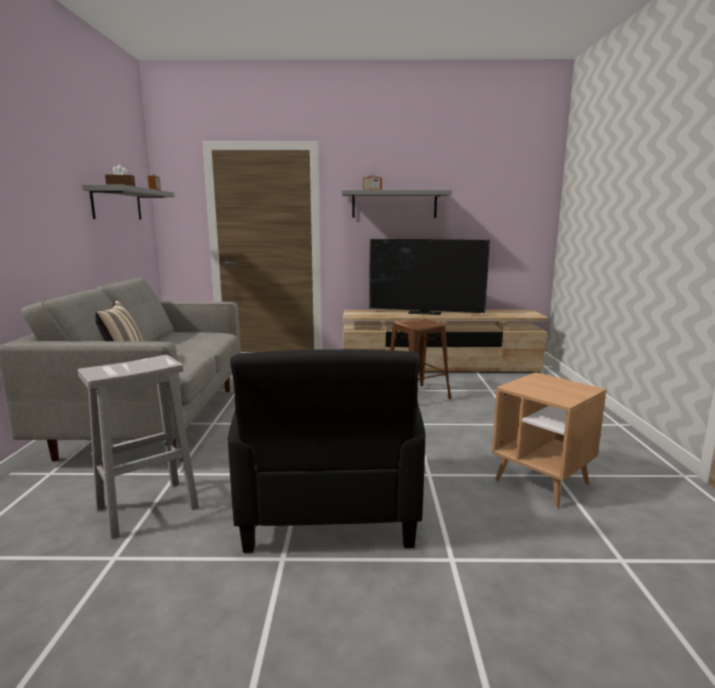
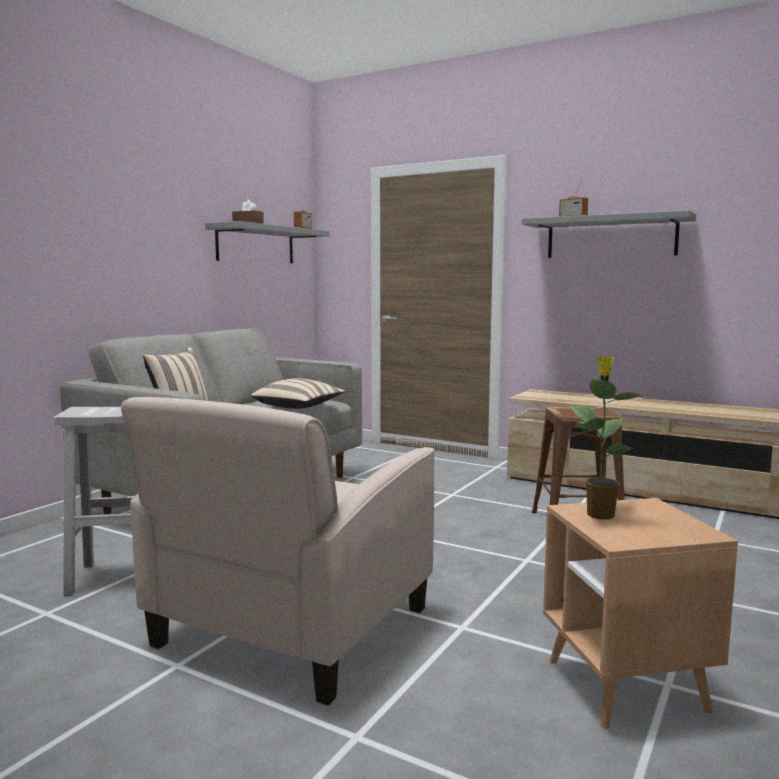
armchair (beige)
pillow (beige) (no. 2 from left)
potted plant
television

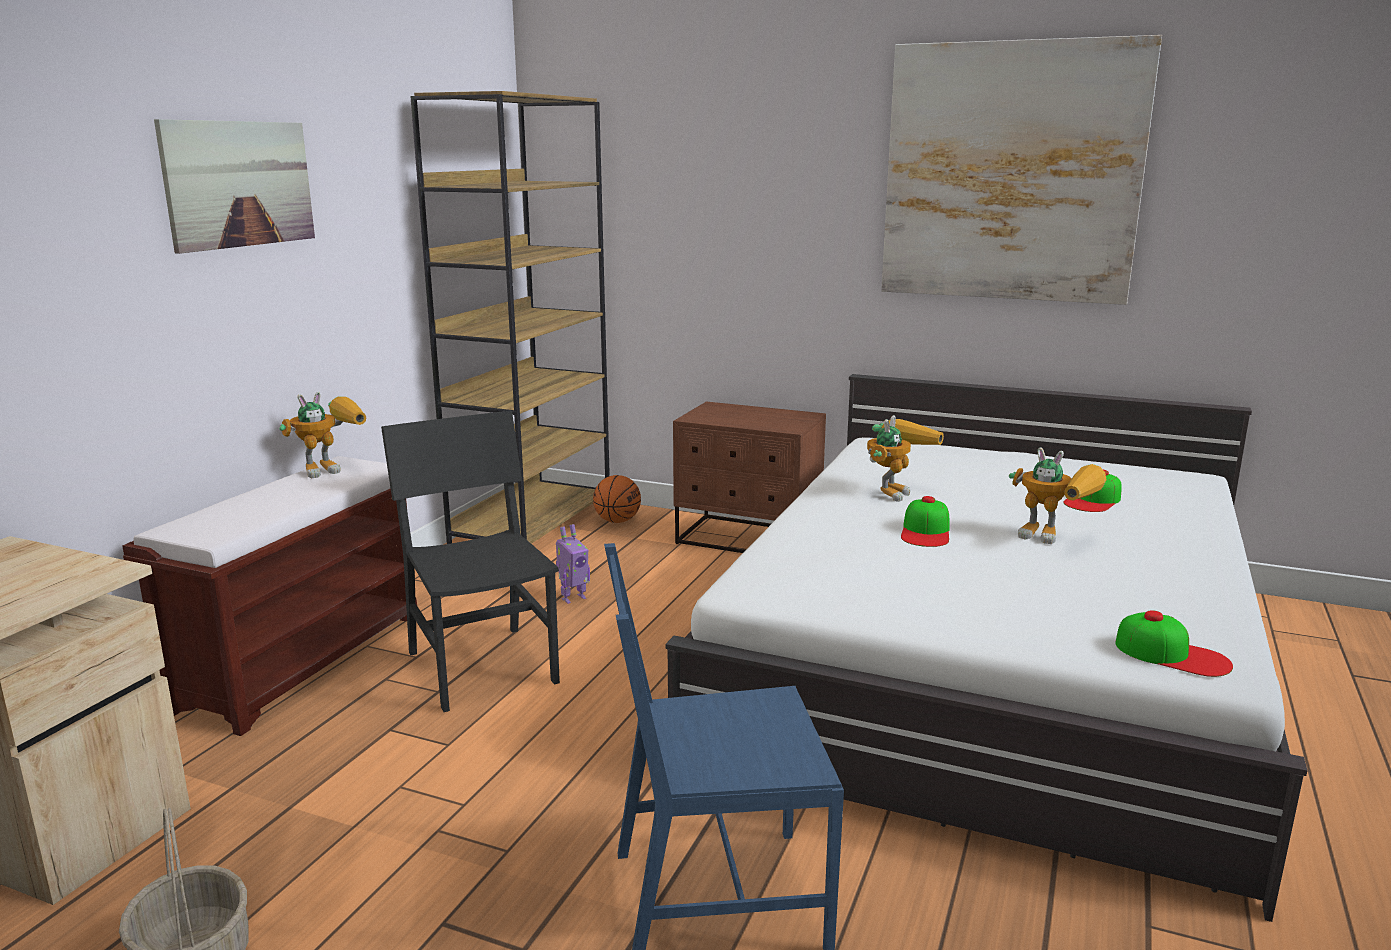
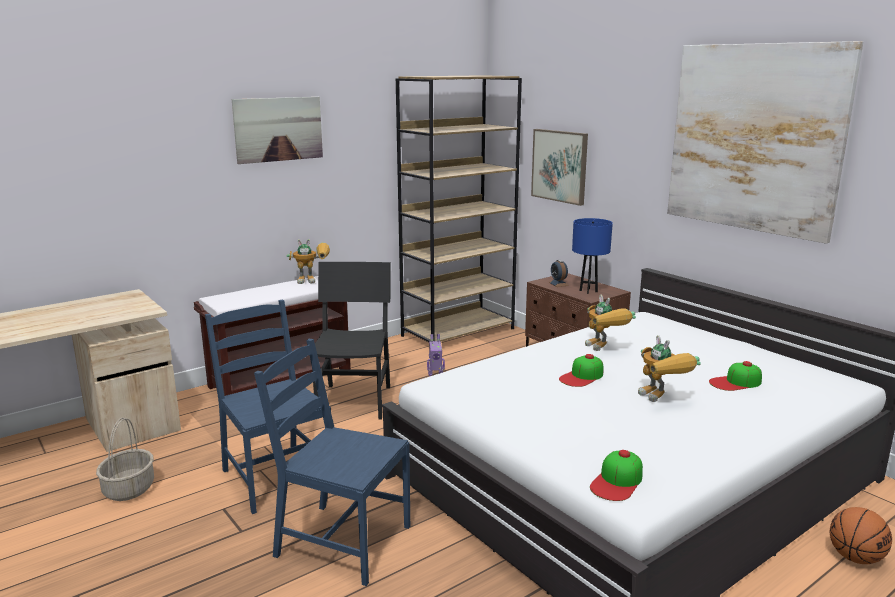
chair (blue) (no. 1 from left)
picture (no. 2 from left)
alarm clock
table lamp (blue)
toy robot (no. 3 from left)
cap (no. 2 from left)
basketball

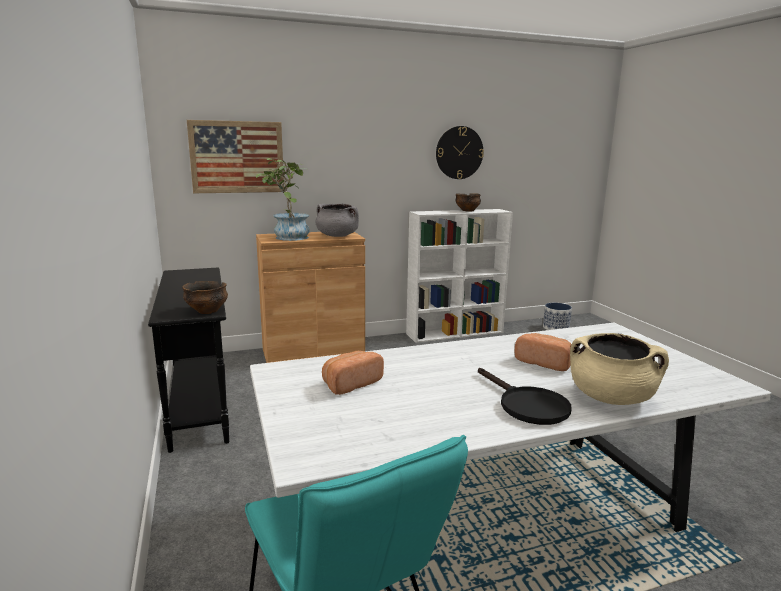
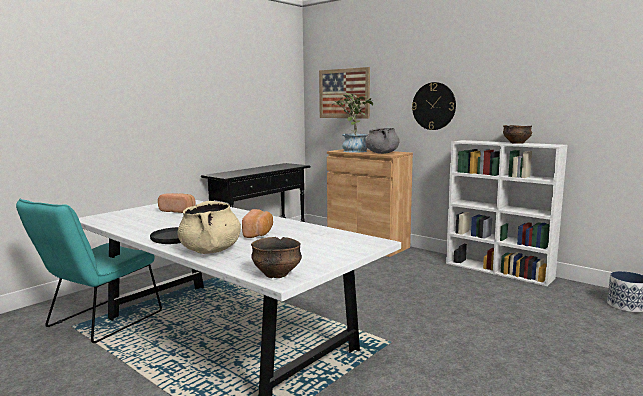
bowl (no. 1 from left)
wall clock

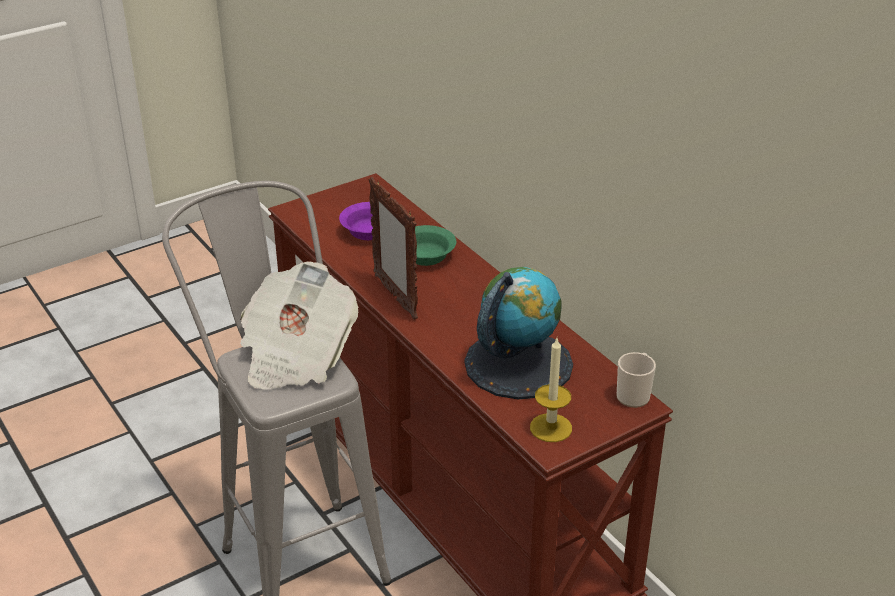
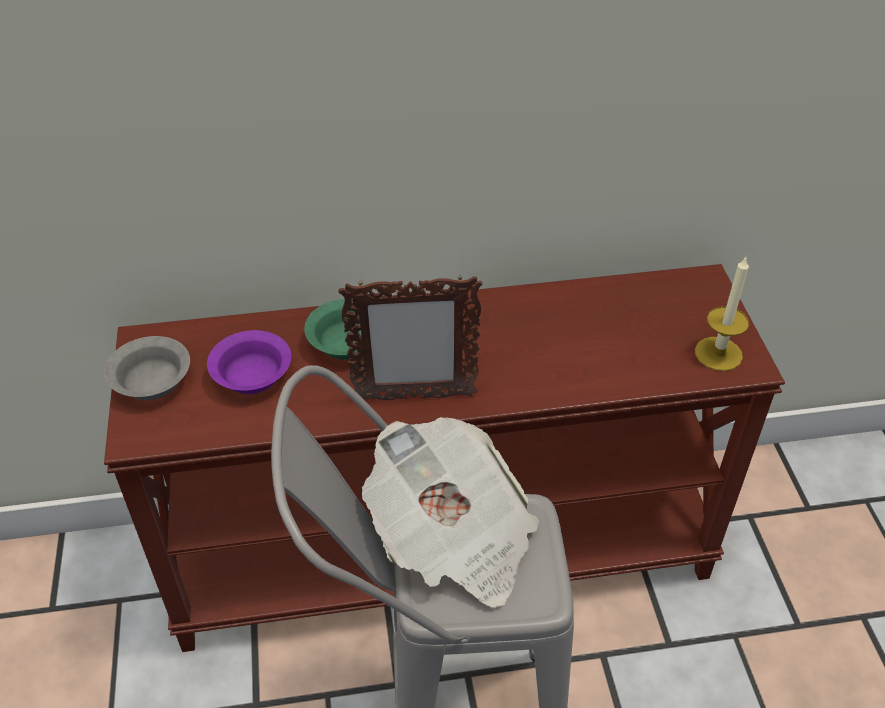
bowl (grey)
globe
mug

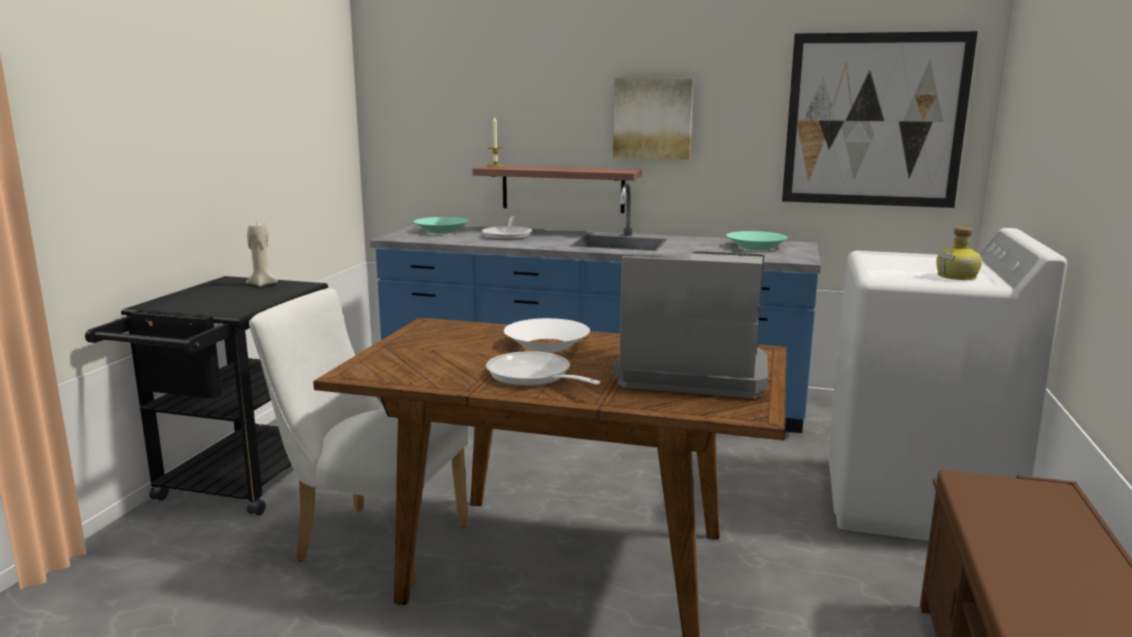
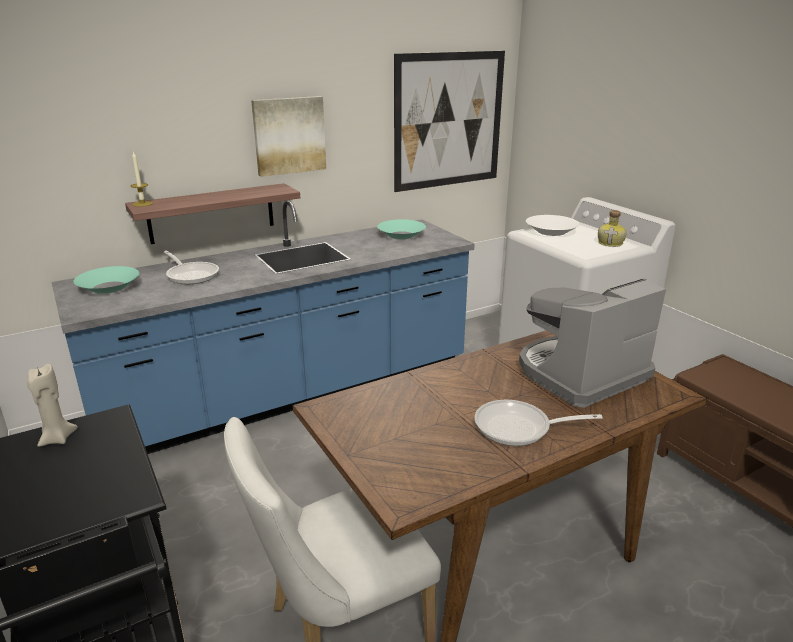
bowl (white)

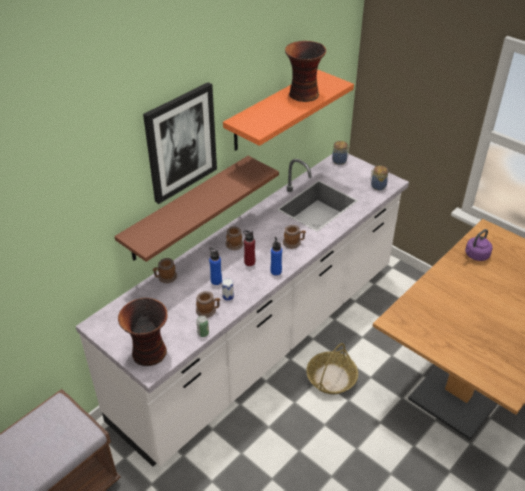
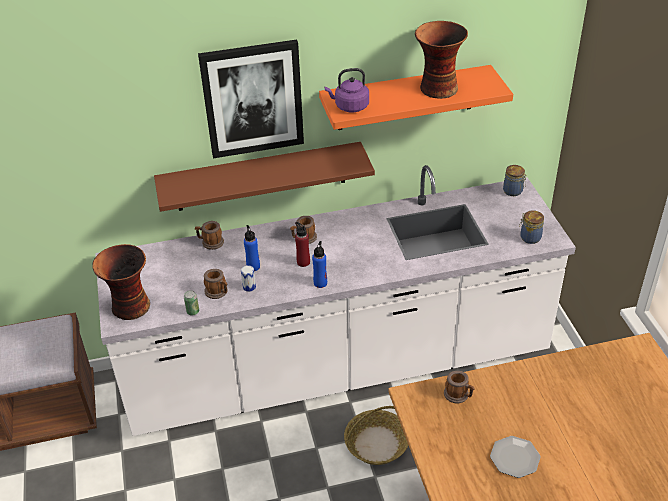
kettle (purple)
mug (no. 4 from left)
plate

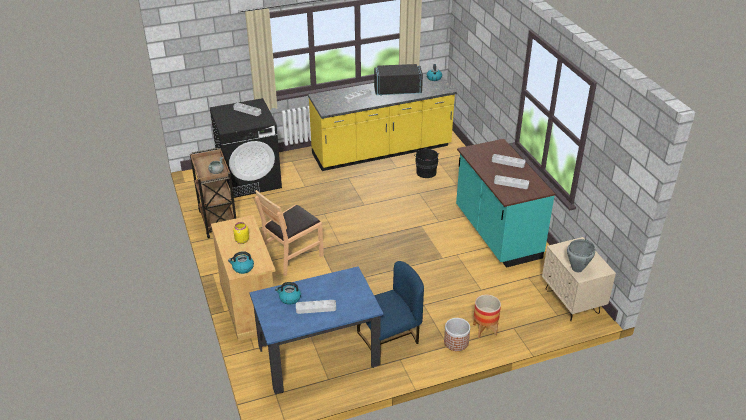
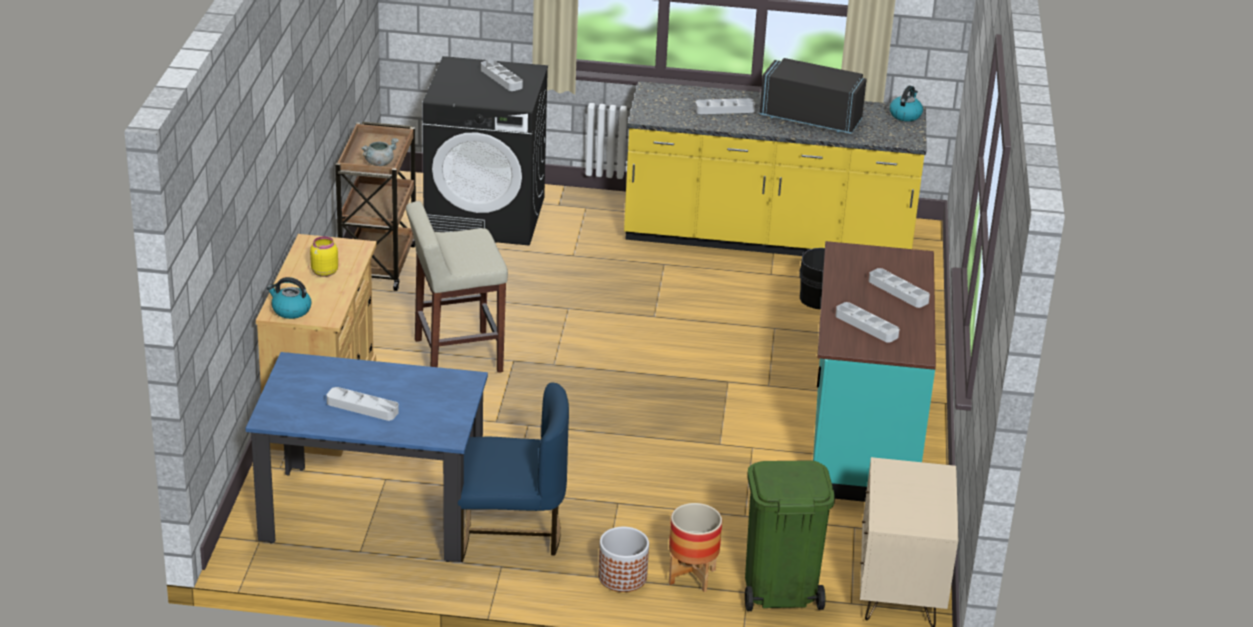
stool (beige)
trash can (green)
kettle (no. 2 from left in the first image)
cooking pot (grey) (no. 2 from left in the first image)

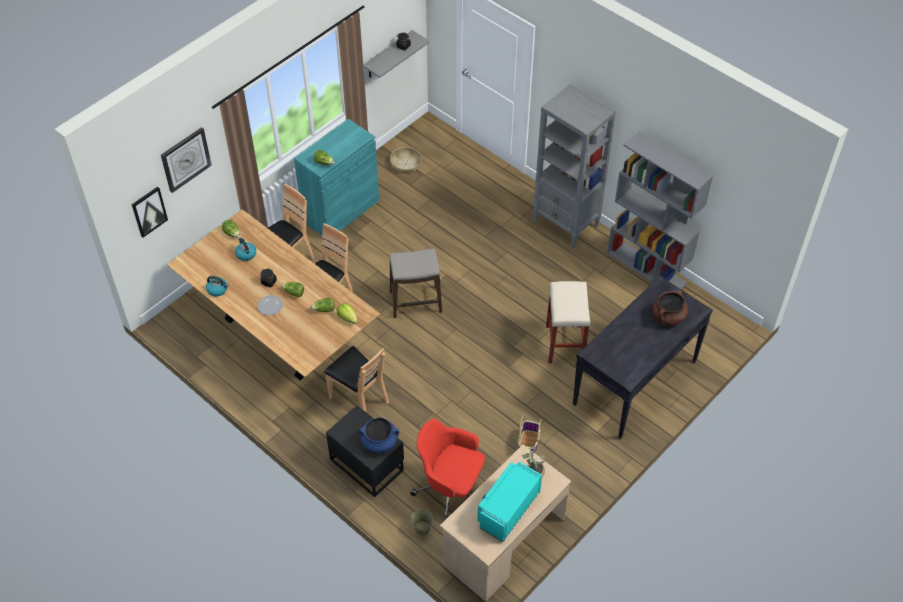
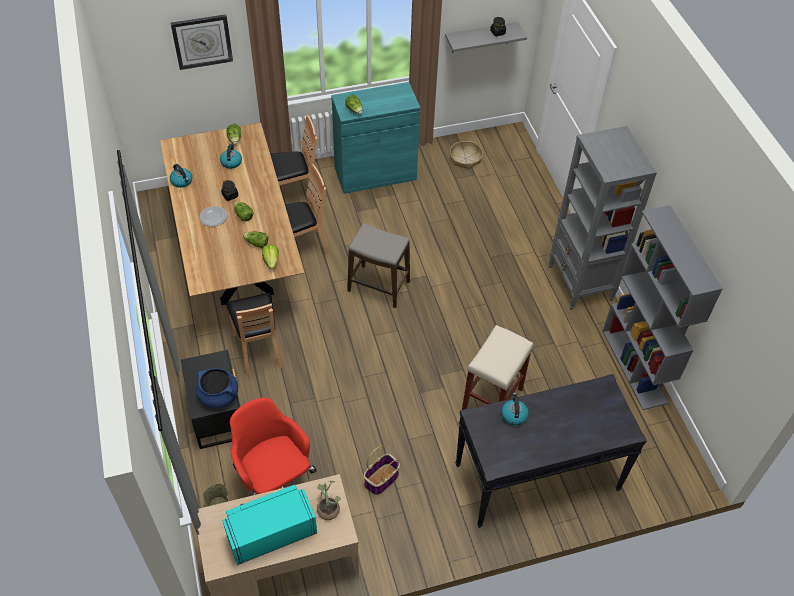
kettle (no. 3 from left)
picture
cooking pot (brown)

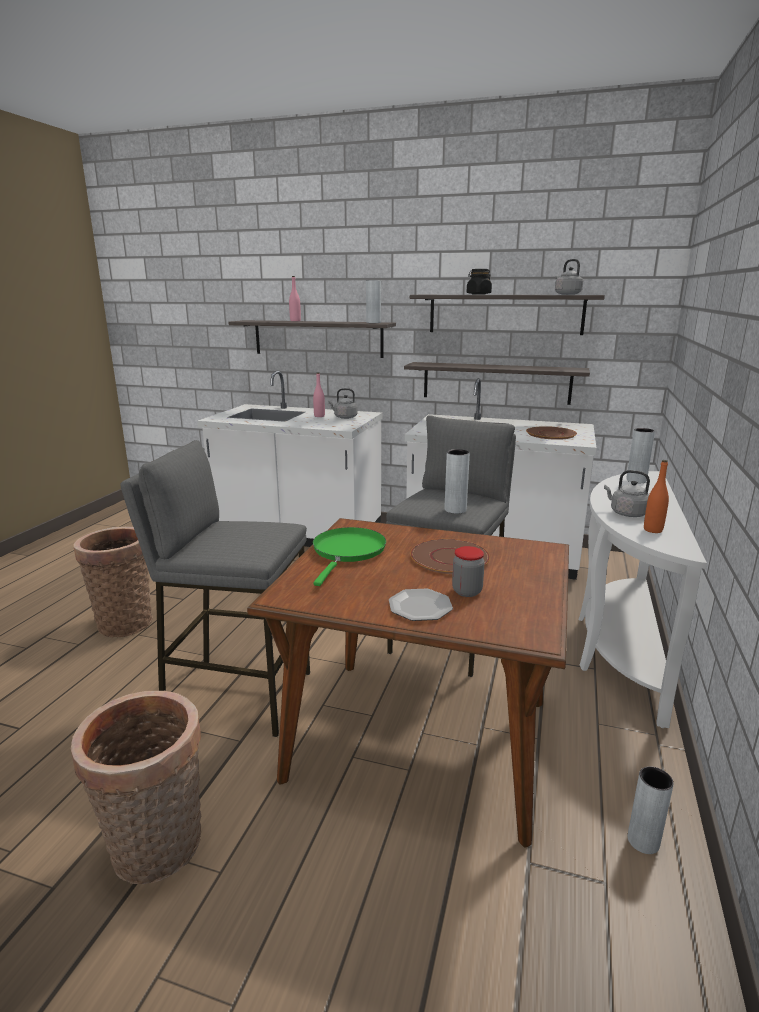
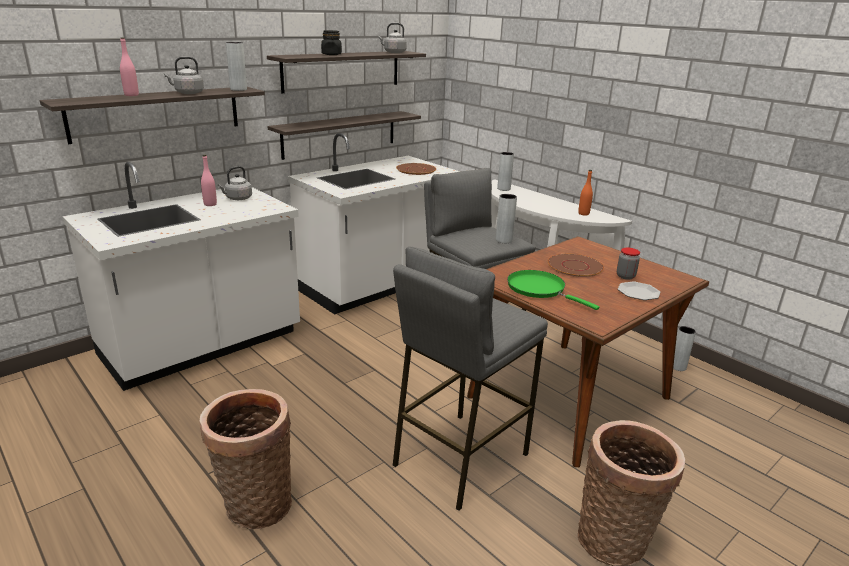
kettle (grey) (no. 1 from left)

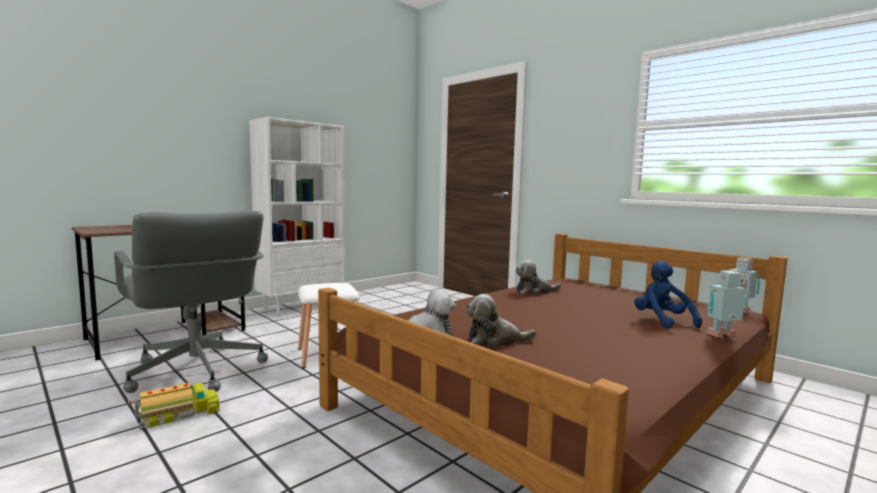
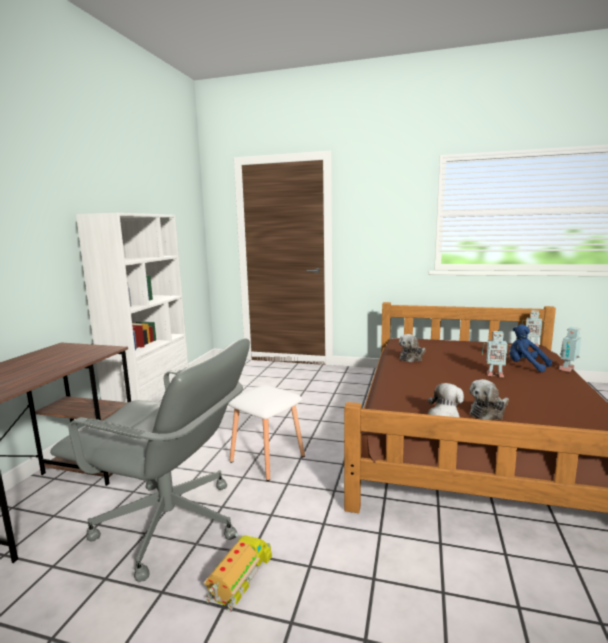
toy robot (no. 1 from left)

